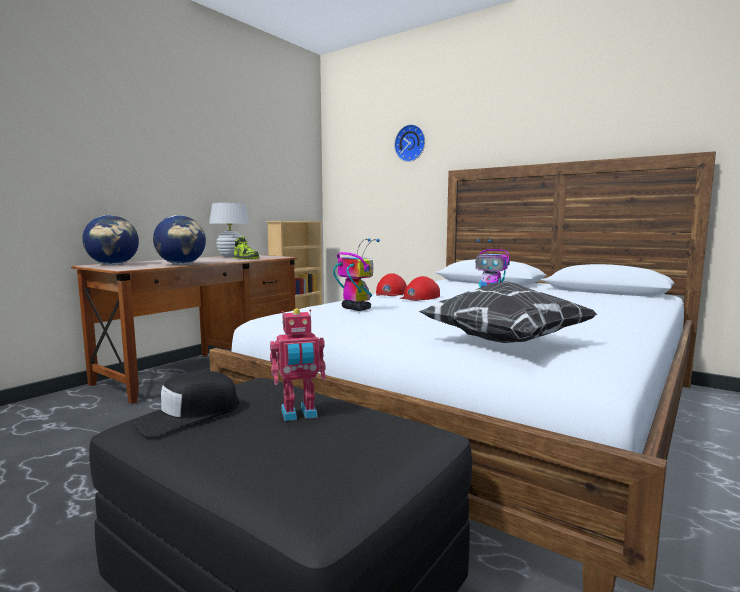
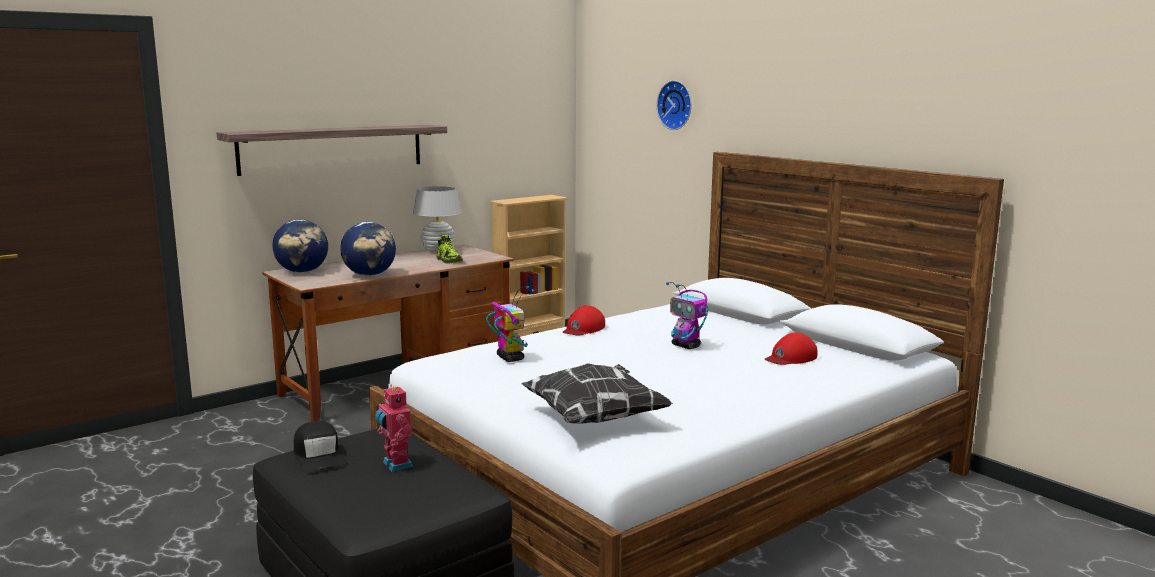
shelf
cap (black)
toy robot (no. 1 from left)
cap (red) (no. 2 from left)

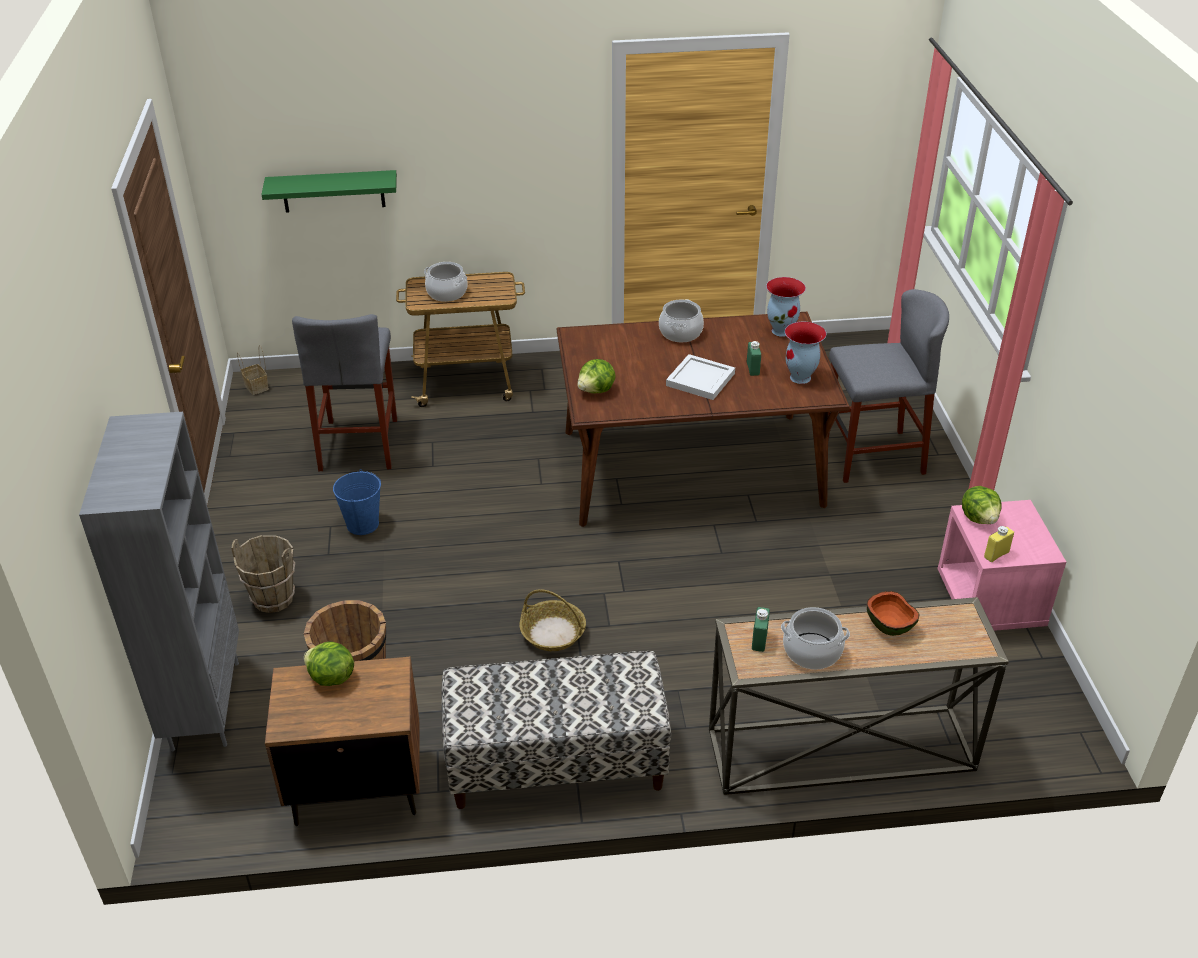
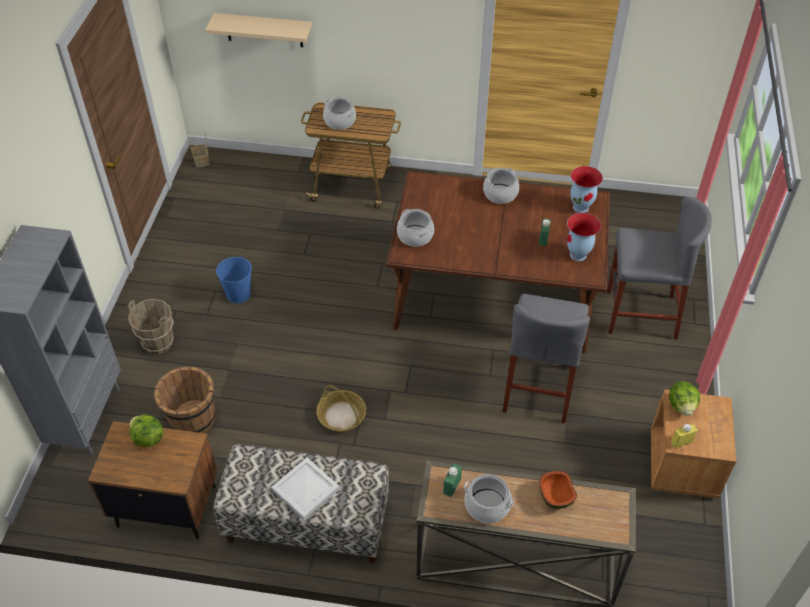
shelf (beige)
tray (white)
cooking pot (no. 2 from left)
stool (grey) (no. 1 from left)
nightstand (brown) (no. 2 from left)

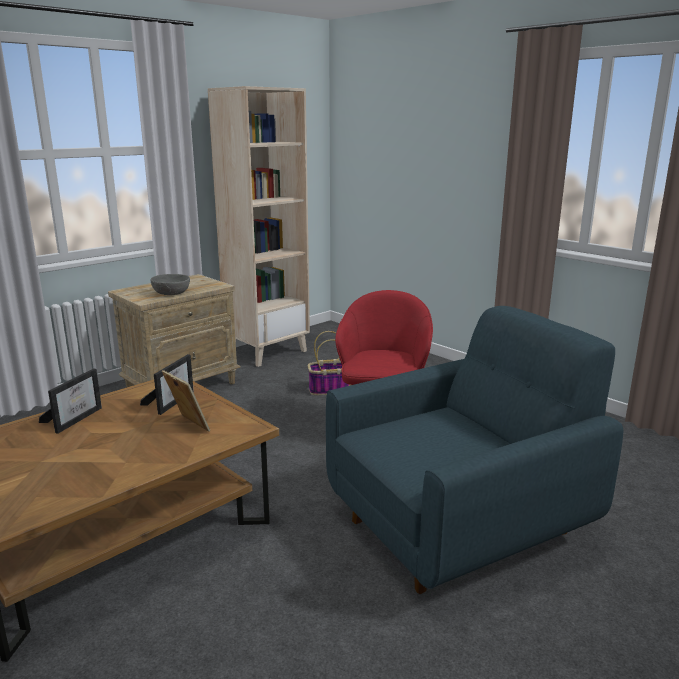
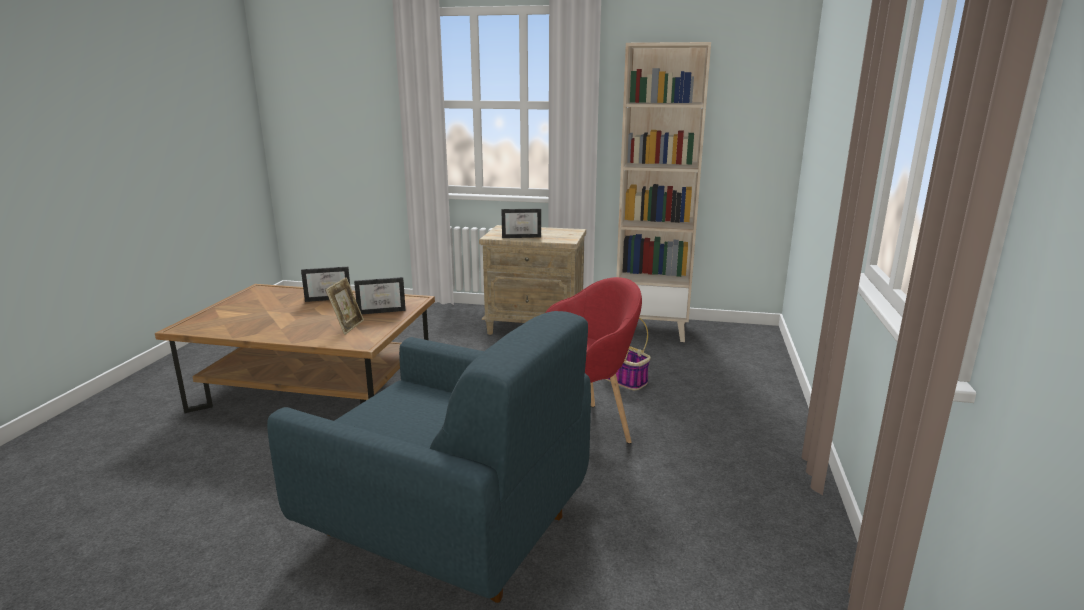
picture frame (no. 4 from left)

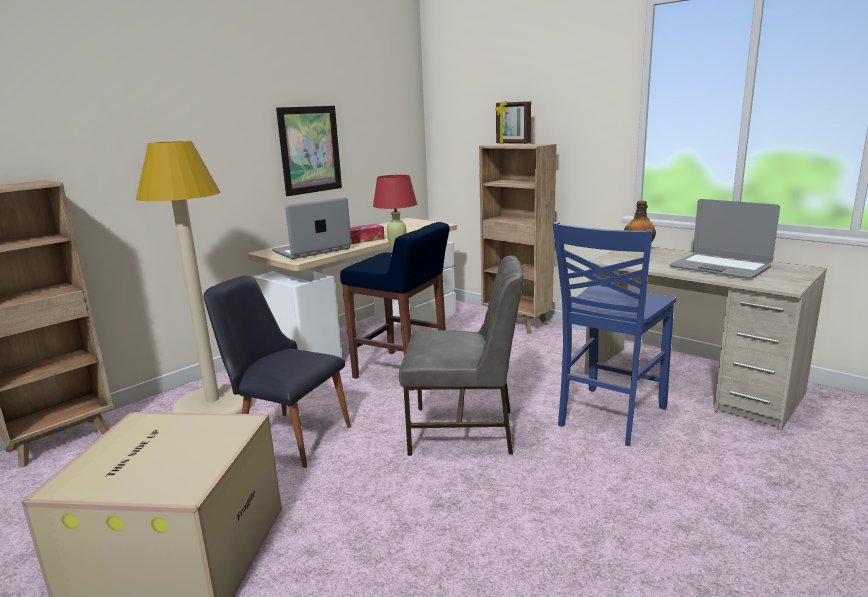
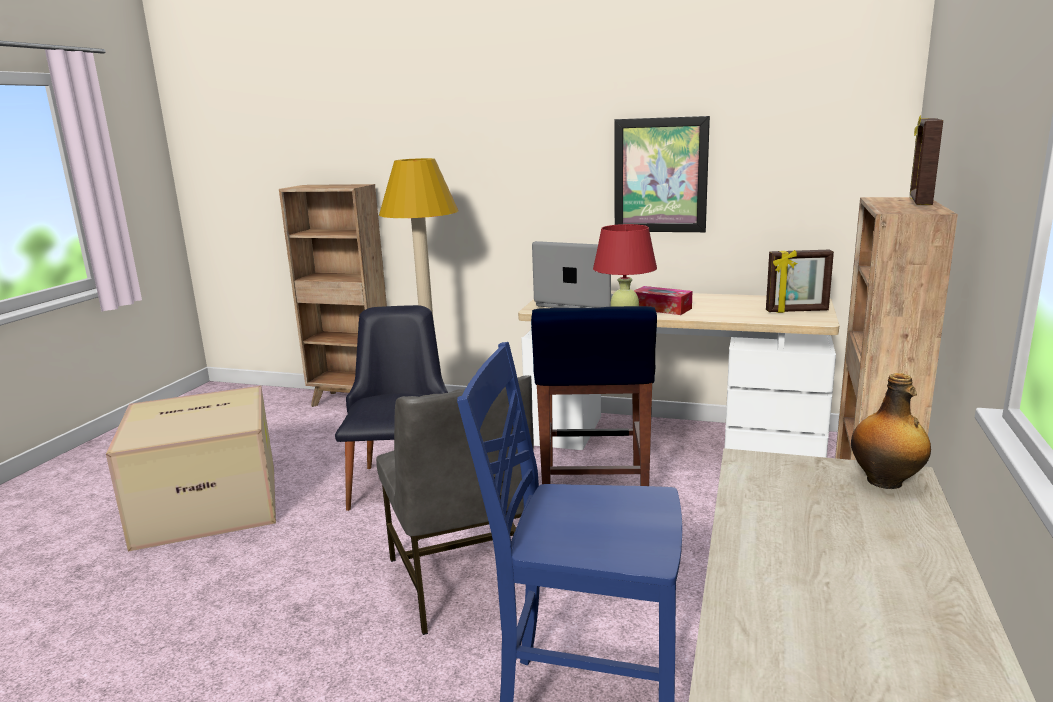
picture frame (no. 1 from left)
laptop (no. 2 from left in the first image)

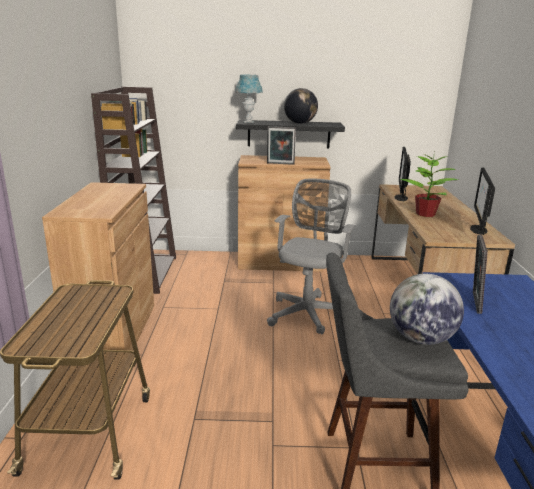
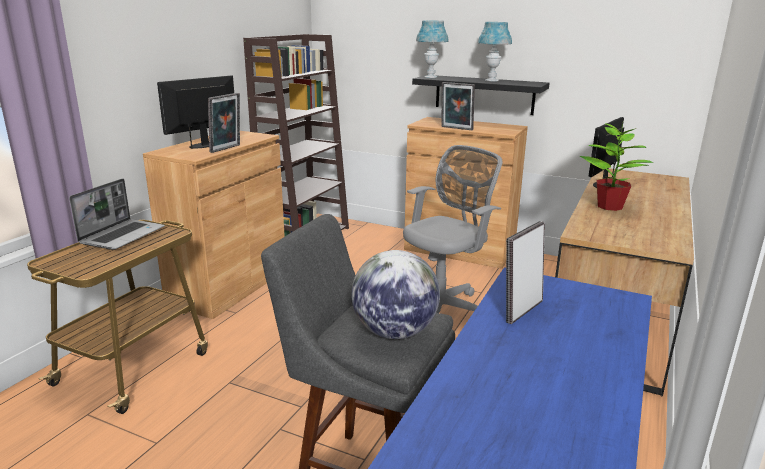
laptop
monitor (no. 1 from left)
picture frame (no. 1 from left)
table lamp (blue) (no. 2 from left)

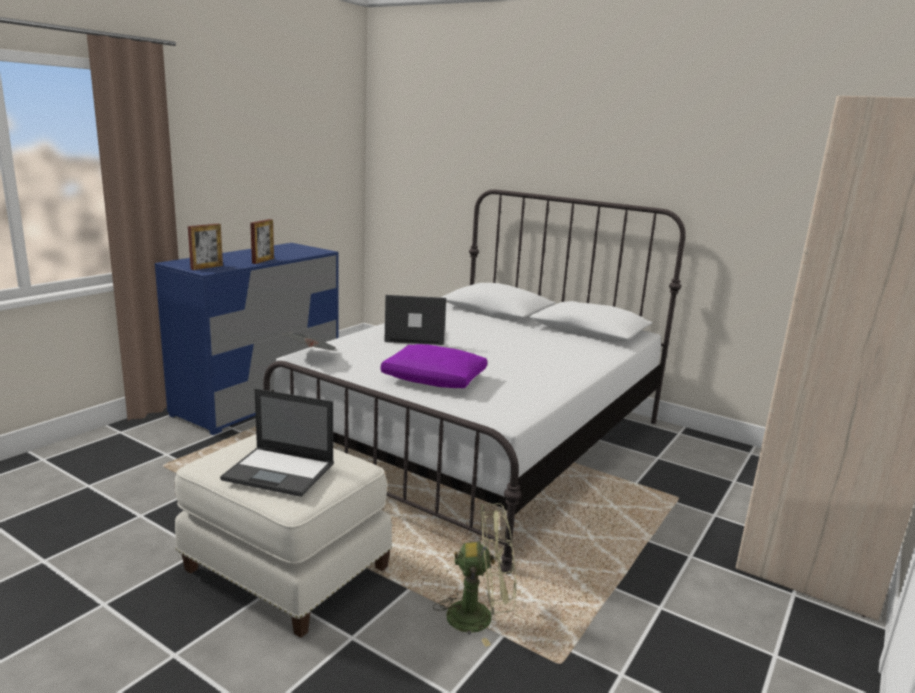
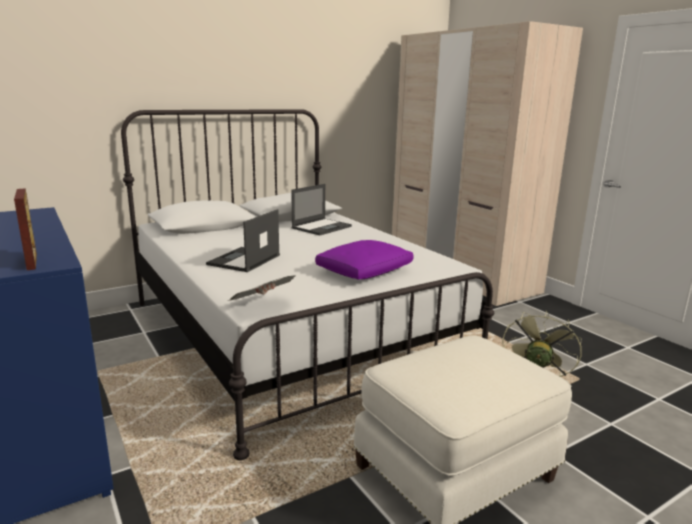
laptop (no. 2 from left)
picture frame (no. 2 from left in the first image)

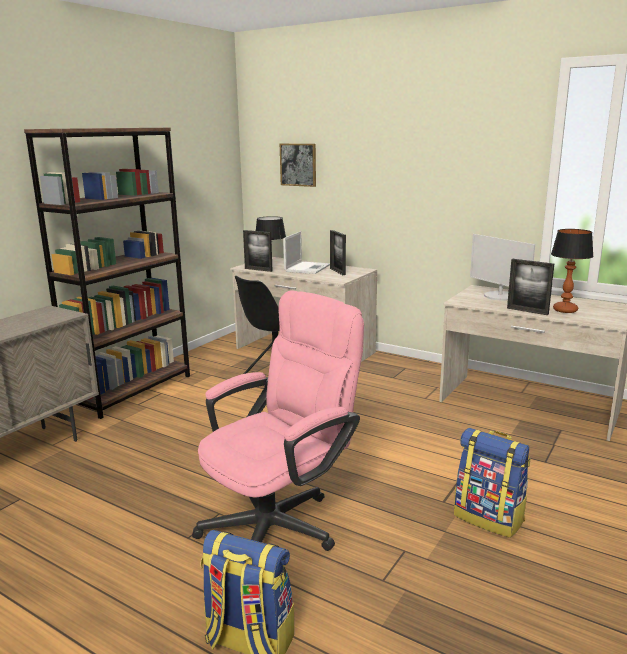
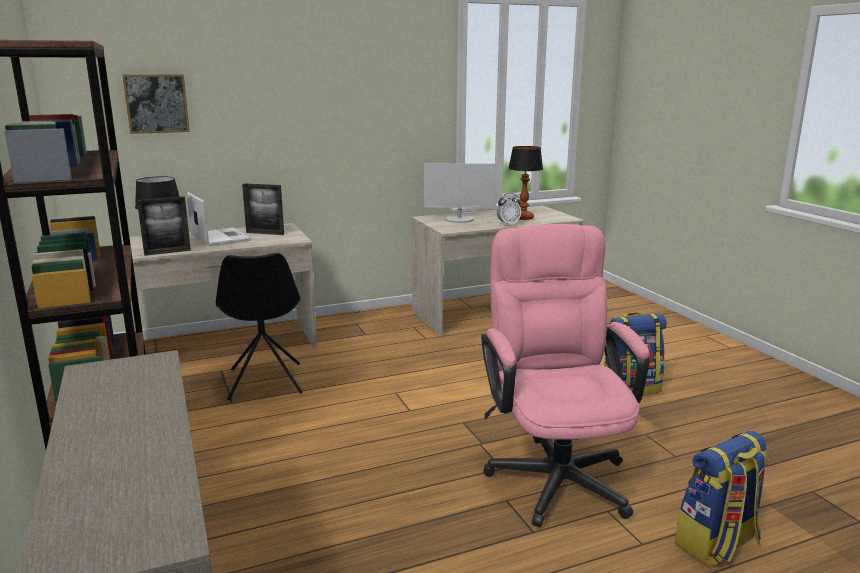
alarm clock

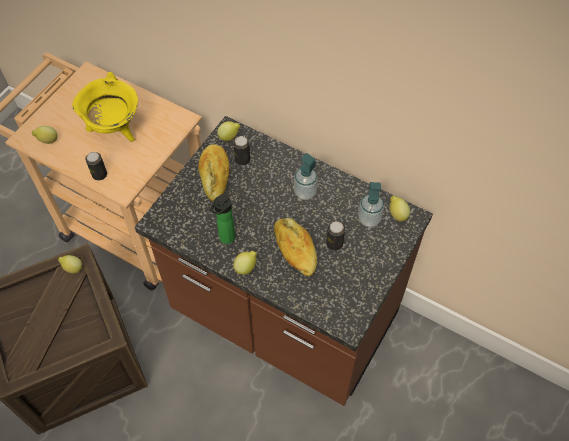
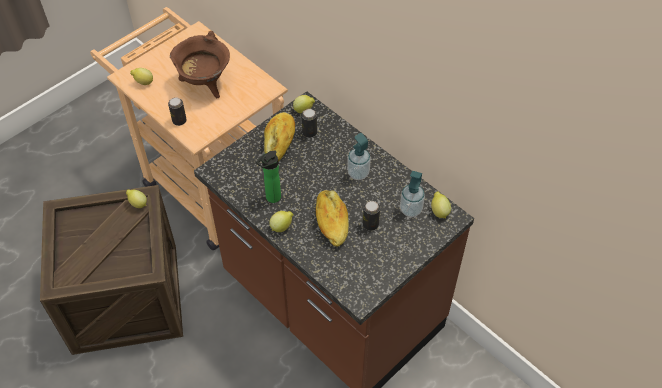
cooking pot (brown)

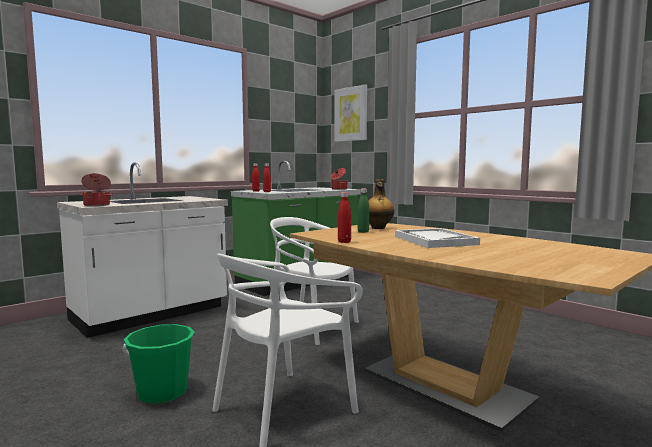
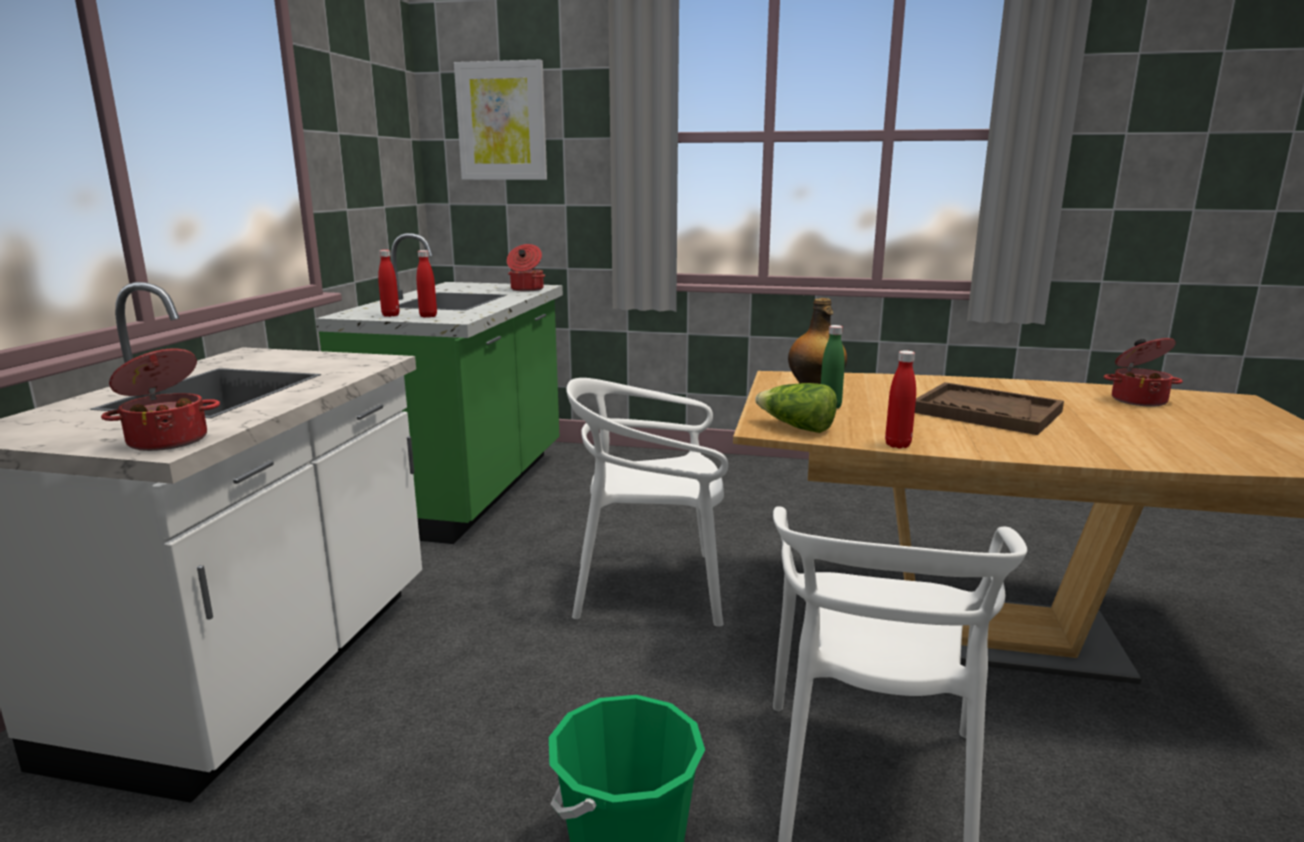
lettuce
tray (brown)
cooking pot (no. 3 from left)

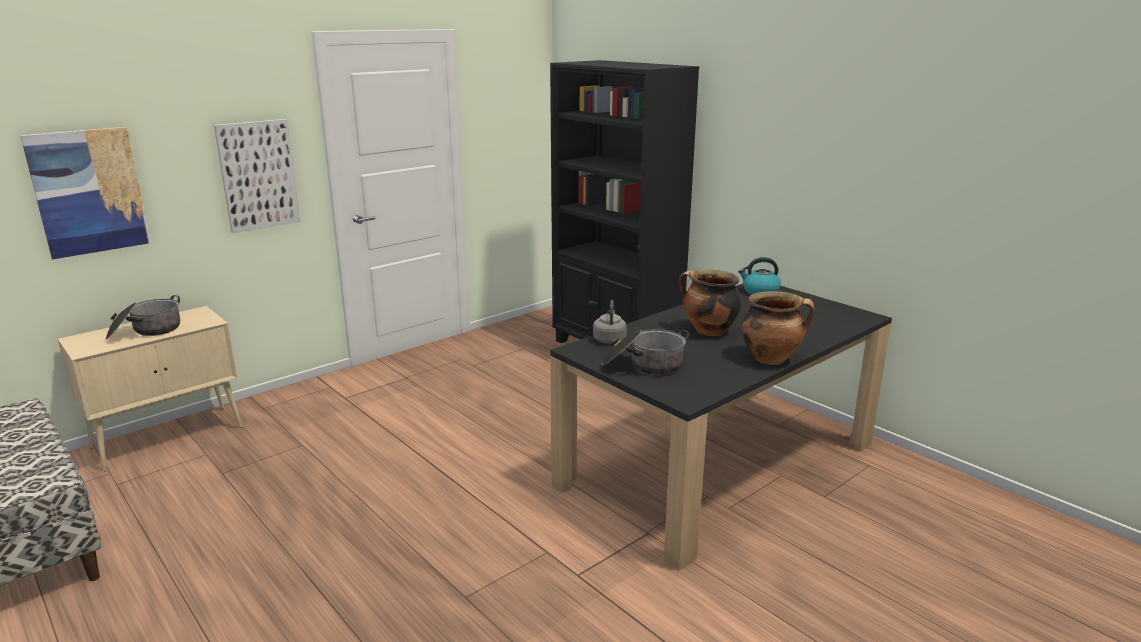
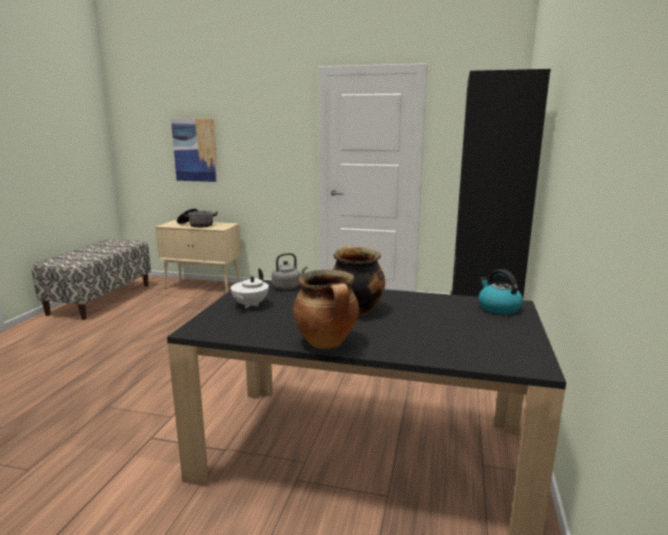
teapot (white)
picture (no. 2 from left in the first image)

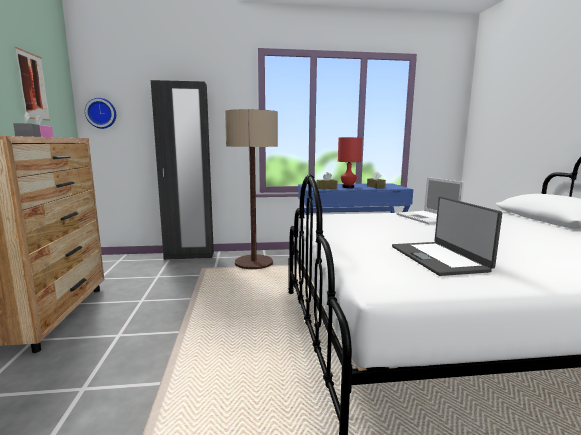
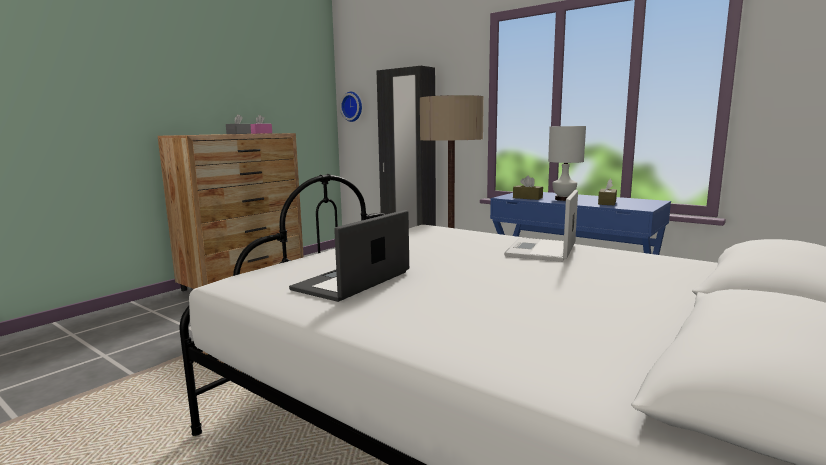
table lamp (white)
picture

